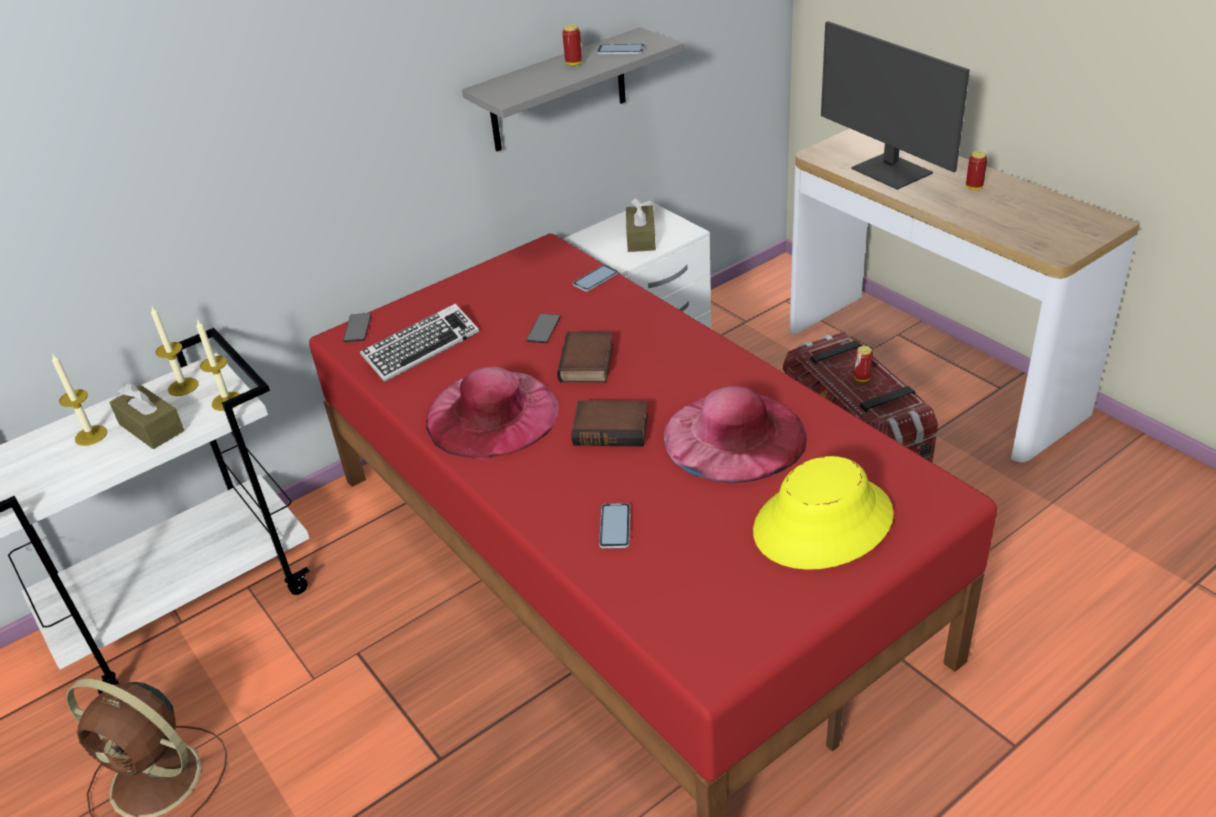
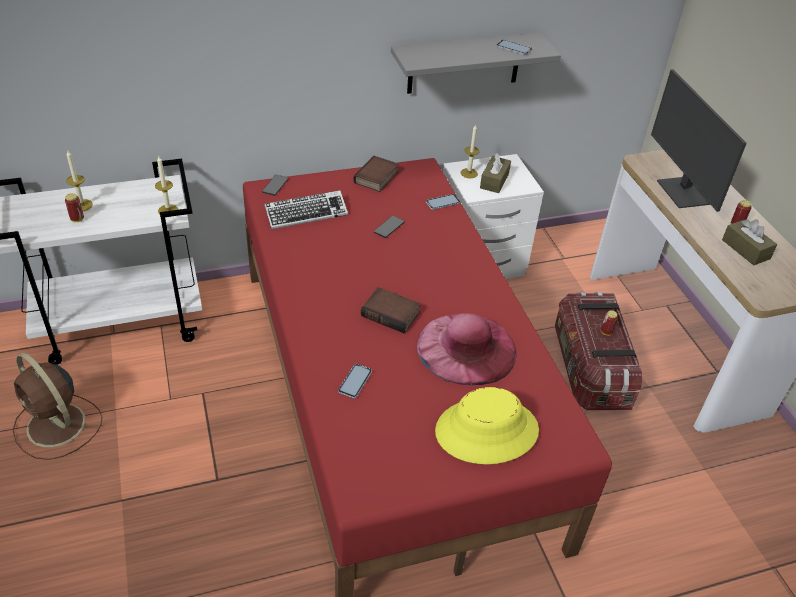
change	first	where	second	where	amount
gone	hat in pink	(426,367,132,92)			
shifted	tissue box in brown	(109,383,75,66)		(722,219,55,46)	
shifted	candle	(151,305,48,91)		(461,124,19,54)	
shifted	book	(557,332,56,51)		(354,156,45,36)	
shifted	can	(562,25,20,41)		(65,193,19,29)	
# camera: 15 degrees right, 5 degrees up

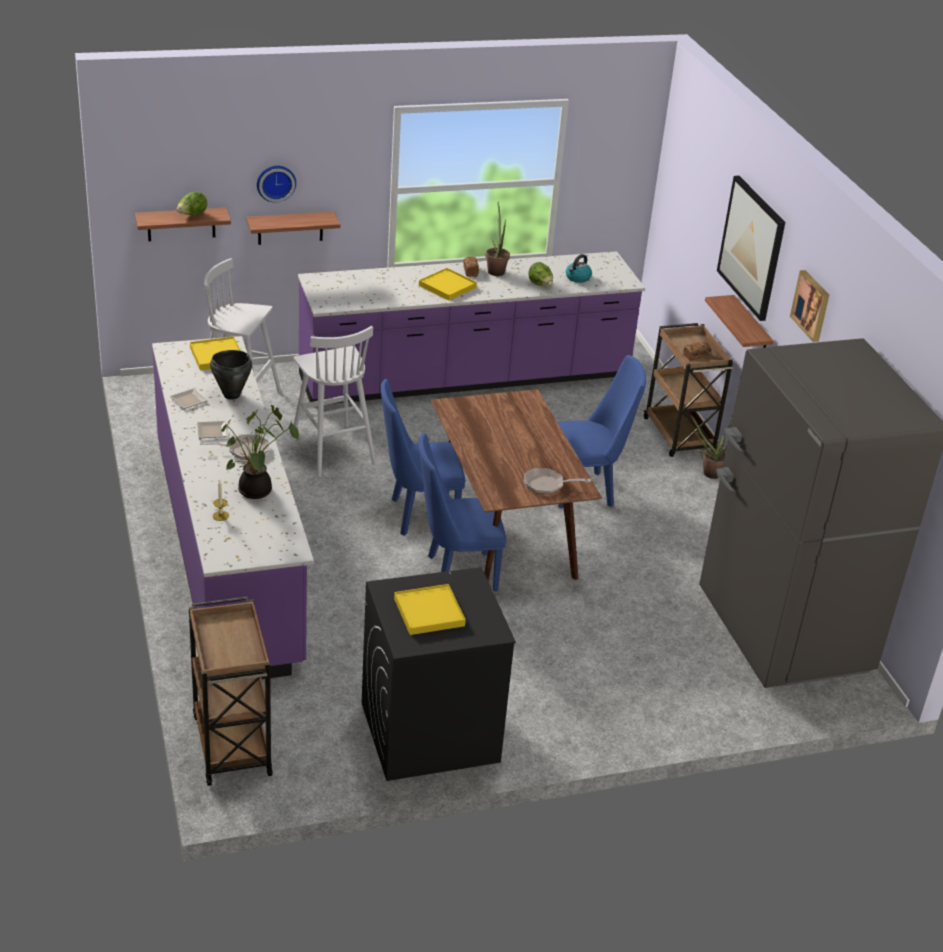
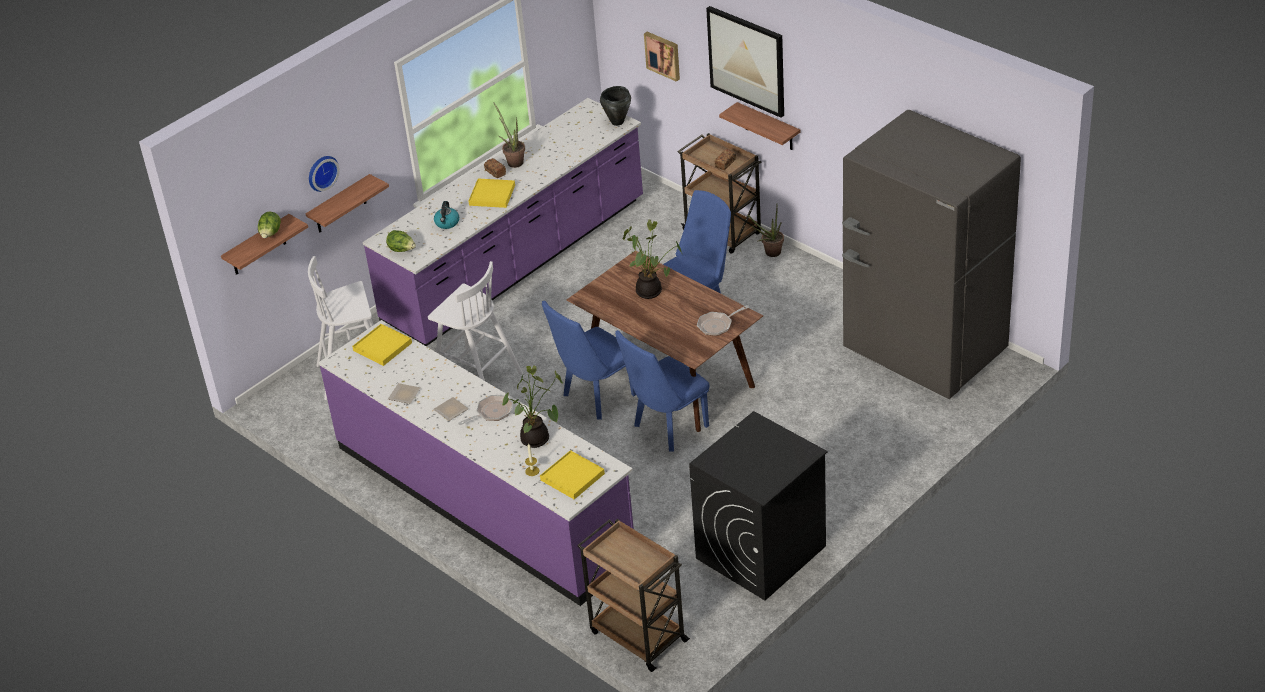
change	first	where	second	where	amount
new			potted plant	(622,220,61,79)	
shifted	cooking pot in black	(210,350,42,50)		(600,86,31,40)	
shifted	tray in yellow	(394,584,72,51)		(540,450,65,49)	
shifted	lettuce	(528,262,25,24)		(386,230,30,22)	
shifted	kettle	(566,254,26,29)		(434,201,25,28)	
shifted	picture	(790,270,39,72)		(644,32,36,50)	
# camera: 25 degrees left, 5 degrees up

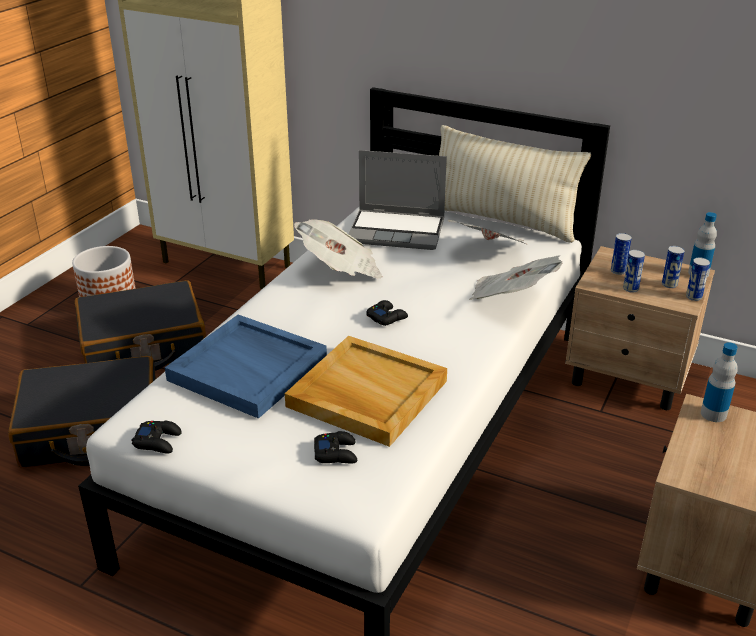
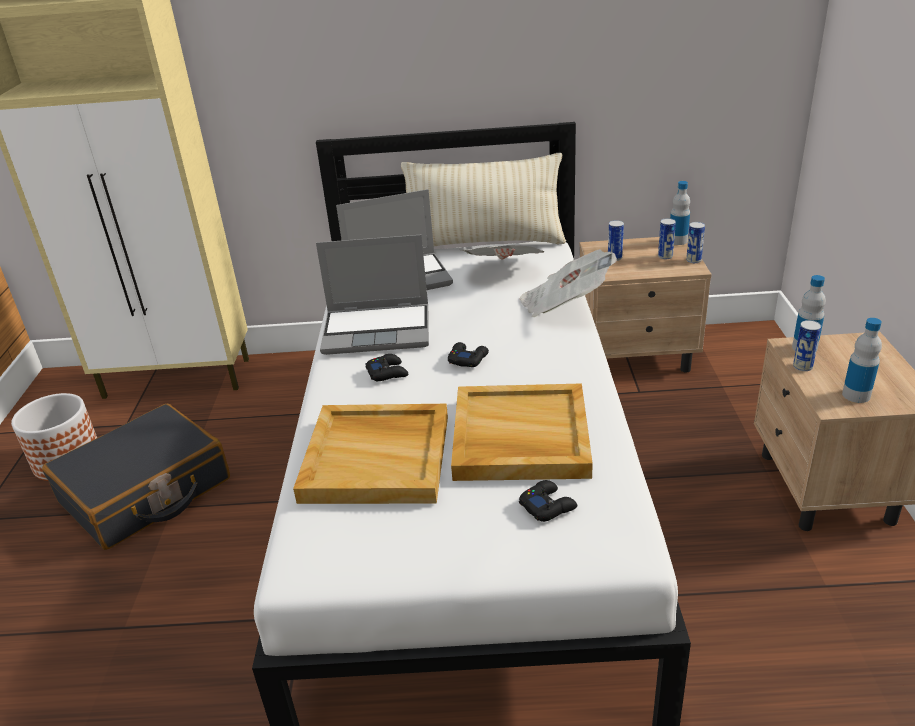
change	first	where	second	where	amount
gone	suitcase in black	(8,356,148,112)			
new			bottle	(842,318,40,85)	
shifted	game controller in black	(131,421,51,32)		(365,354,43,27)	
shifted	can	(623,250,22,43)		(793,320,28,51)	
swapped	newspaper	(294,219,88,59)	laptop	(316,235,113,120)	
repainted	tray in blue	(165,315,162,104)	tray in beige	(293,404,155,100)	
# camera: 25 degrees left, 0 degrees up

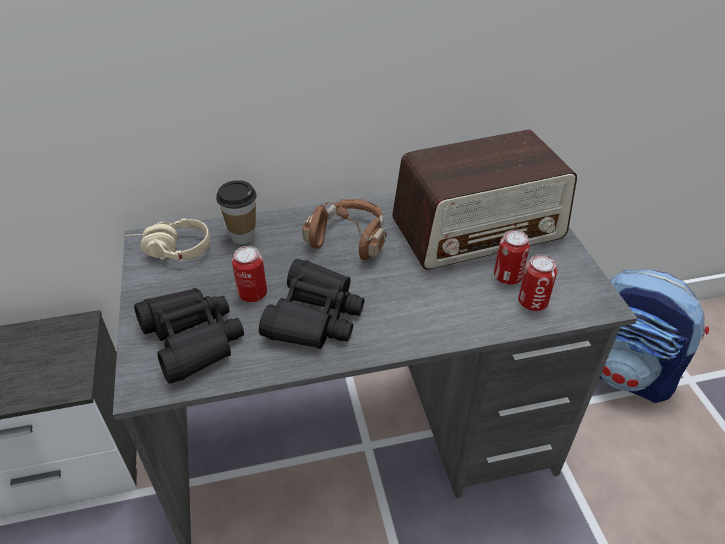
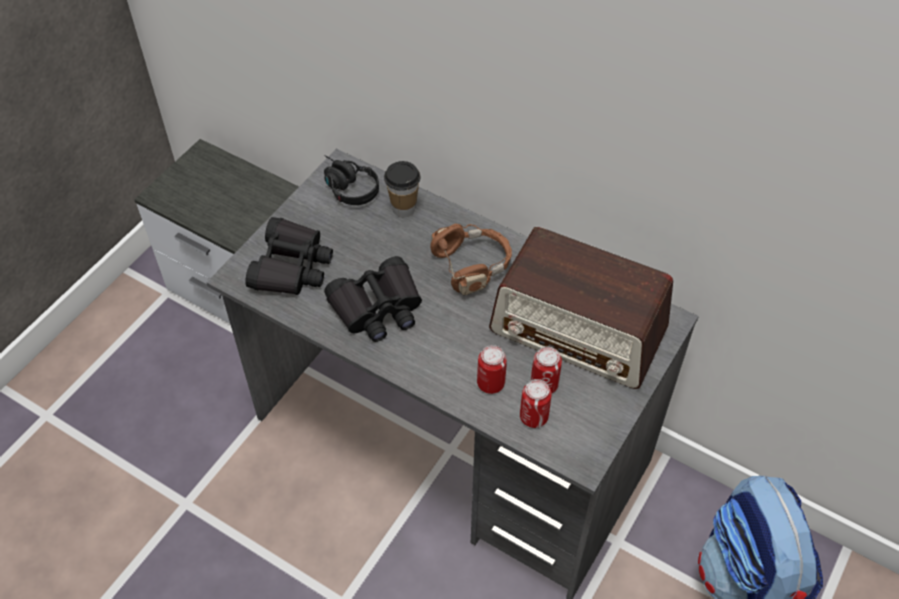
change	first	where	second	where	amount
shifted	can	(232,246,35,56)		(477,345,30,49)	
repainted	headphones in beige	(126,219,84,42)	headphones in black	(324,155,55,50)	
# camera: 45 degrees right, 10 degrees up

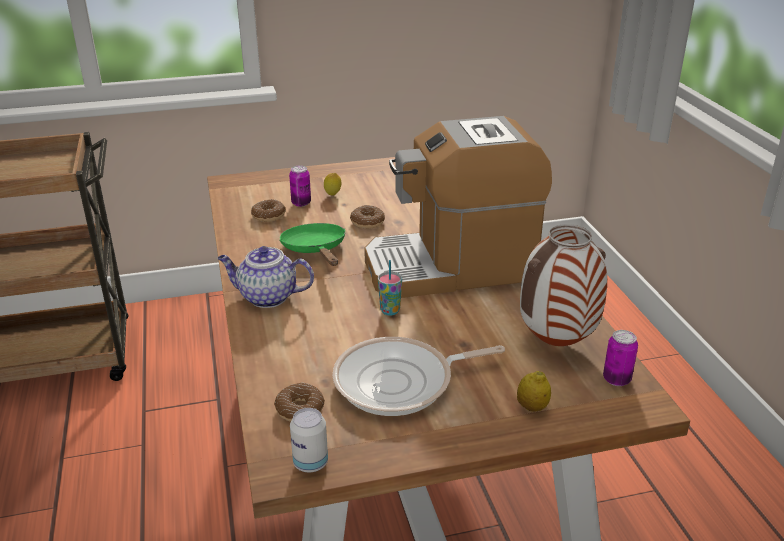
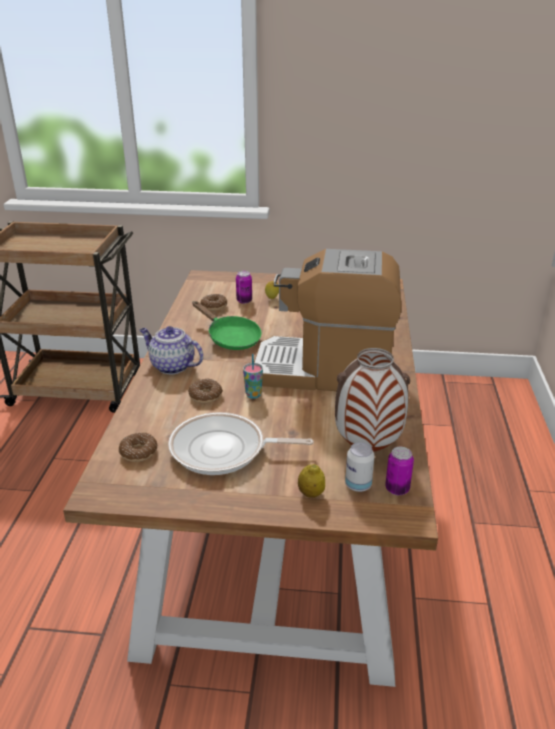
change	first	where	second	where	amount
shifted	can	(290,408,38,64)		(345,442,30,50)	
shifted	donut	(350,205,35,24)		(188,378,35,25)	
rotated	frying pan in green	(280,223,65,43)		(192,301,70,49)	135 degrees clockwise
# camera: 20 degrees right, 0 degrees up

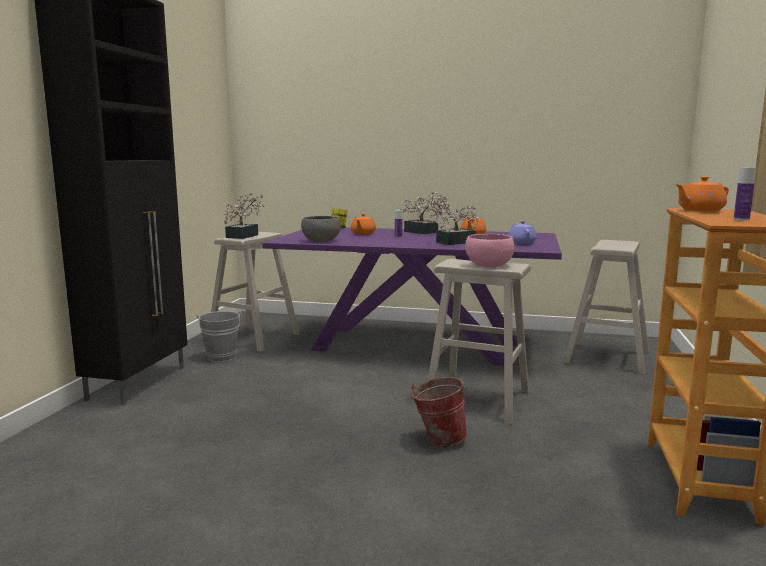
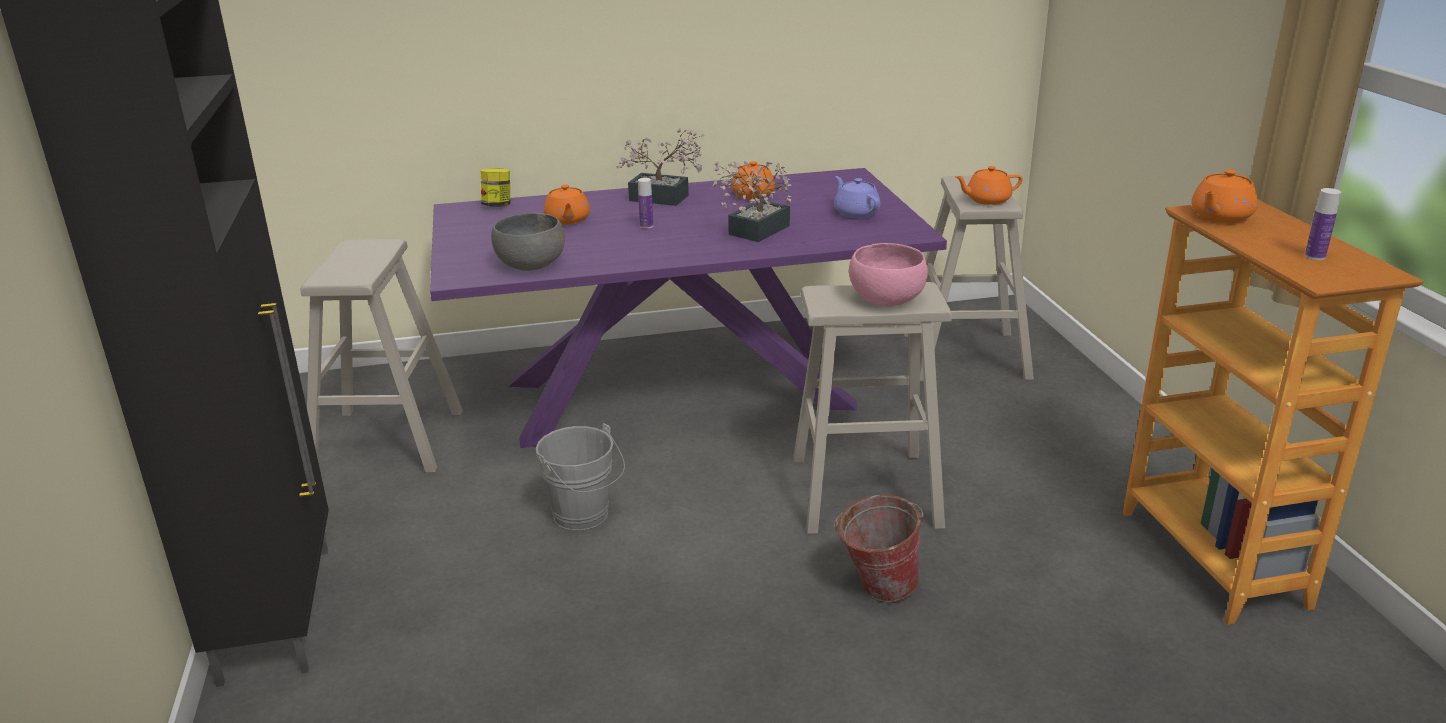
change	first	where	second	where	amount
gone	potted plant	(224,193,41,46)			
new			teapot in orange	(954,166,69,39)	
shifted	bucket in grey	(197,310,44,52)		(536,423,89,107)	
# camera: 25 degrees left, 15 degrees up

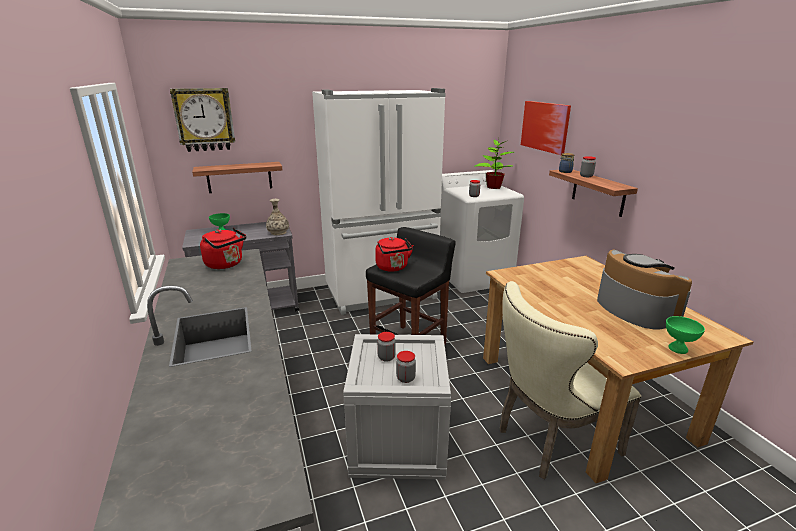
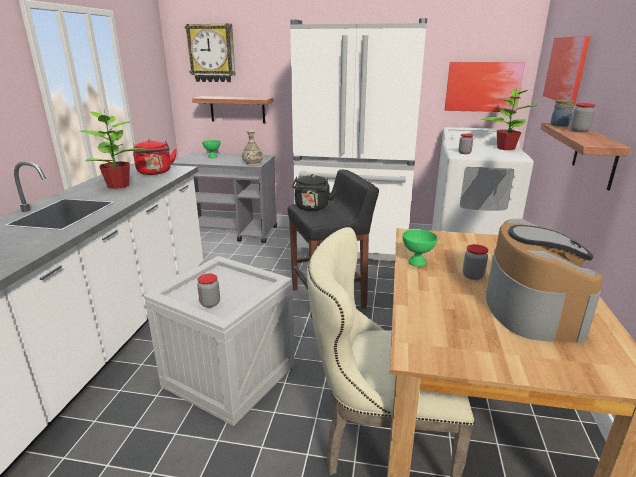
change	first	where	second	where	amount
new			potted plant	(80,111,69,78)	
new			picture	(445,62,80,50)	
shifted	jar	(377,332,18,30)		(463,244,25,36)	
shifted	bowl in green	(666,316,39,38)		(403,229,35,38)	
repainted	kettle in red	(375,237,39,35)	kettle in black	(292,174,45,37)	
# camera: 30 degrees right, 0 degrees up

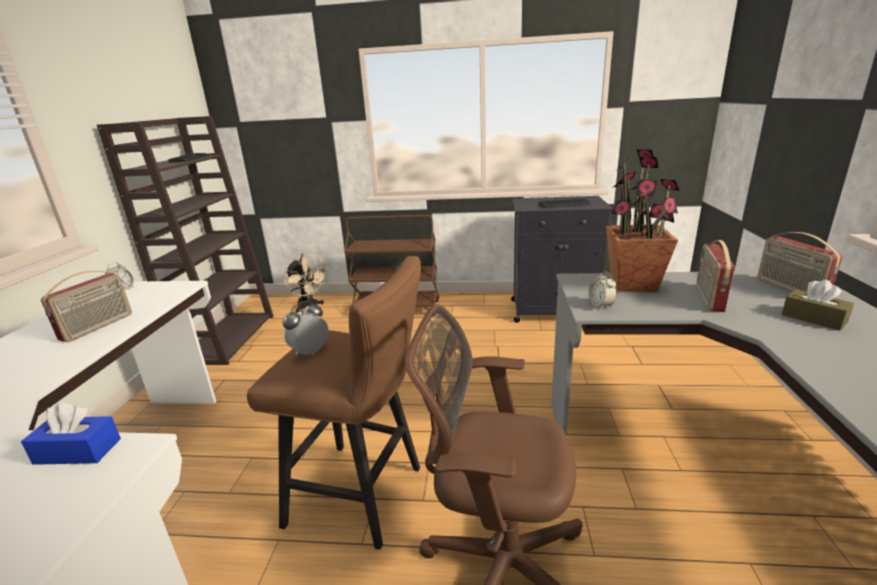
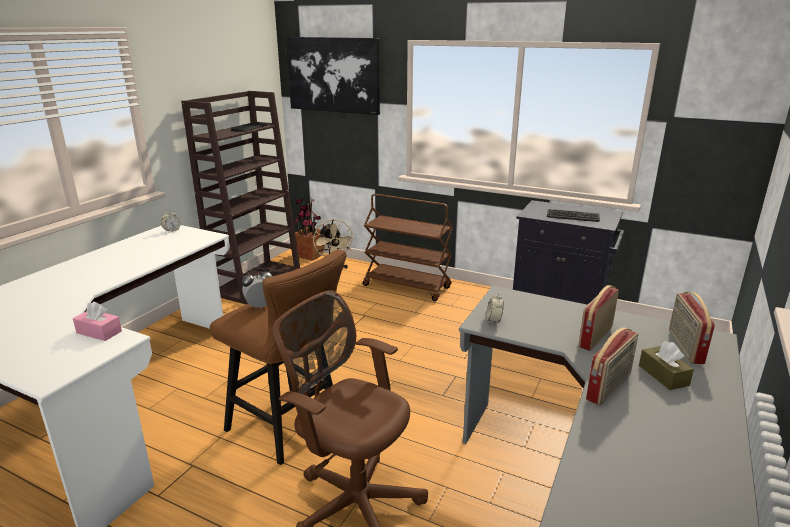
change	first	where	second	where	amount
new			picture	(286,37,94,78)	
shifted	radio	(41,271,91,71)		(586,327,52,78)	
shifted	potted plant	(606,149,74,143)		(294,196,31,65)	
repainted	tissue box in blue	(21,403,100,62)	tissue box in pink	(73,302,49,39)	
# camera: 20 degrees right, 0 degrees up

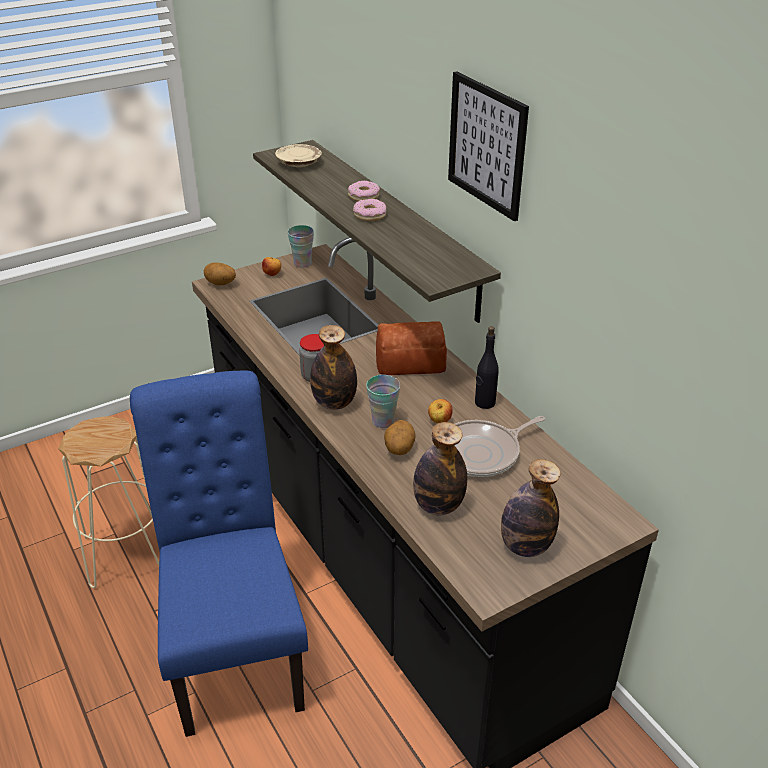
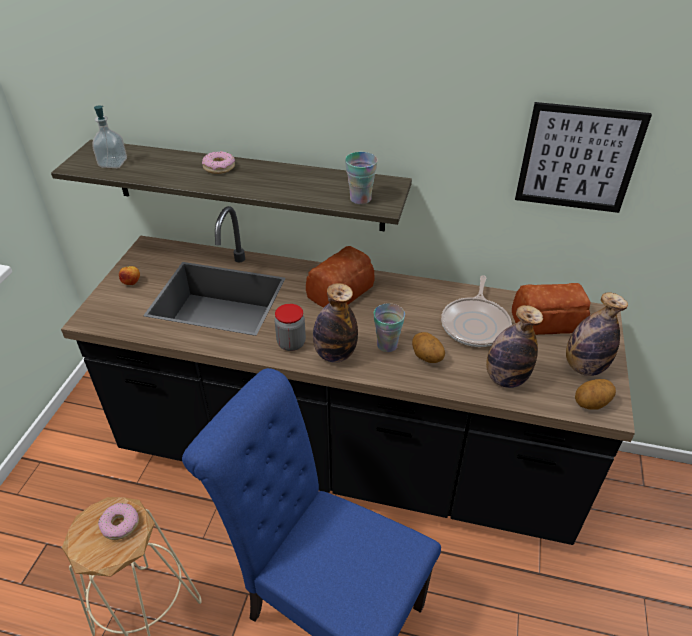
change	first	where	second	where	amount
gone	apple	(428,399,25,24)			
gone	bottle in black	(475,326,24,83)			
new			bread	(512,283,79,52)	
shifted	potato	(204,262,32,23)		(575,379,41,31)	
shifted	cup	(288,225,26,43)		(345,152,33,52)	
shifted	donut	(353,199,33,22)		(98,503,41,37)	
shifted	picture	(448,71,81,150)		(515,102,137,111)	
swapped	plate in beige	(275,144,47,23)	soap dispenser	(92,106,35,62)	
# camera: 45 degrees left, 5 degrees up

